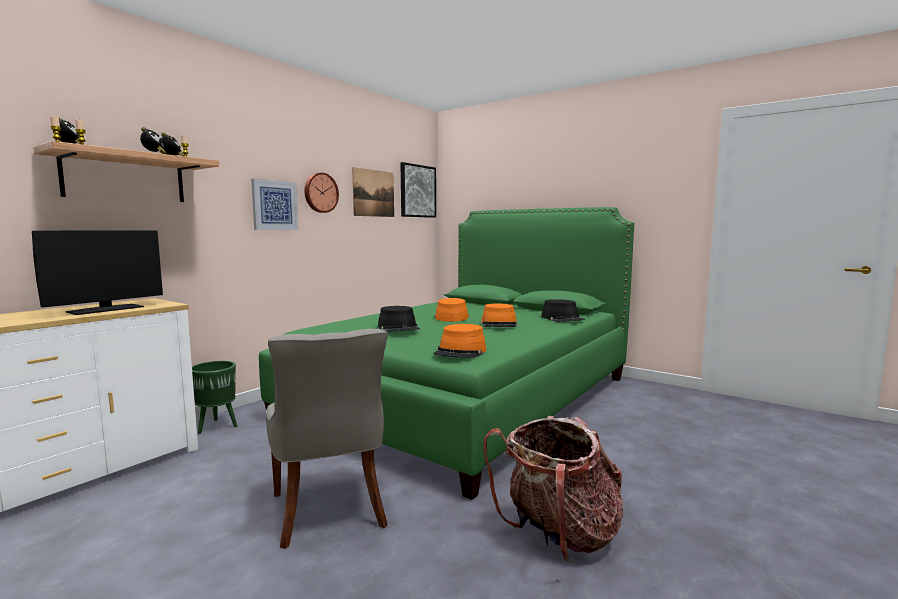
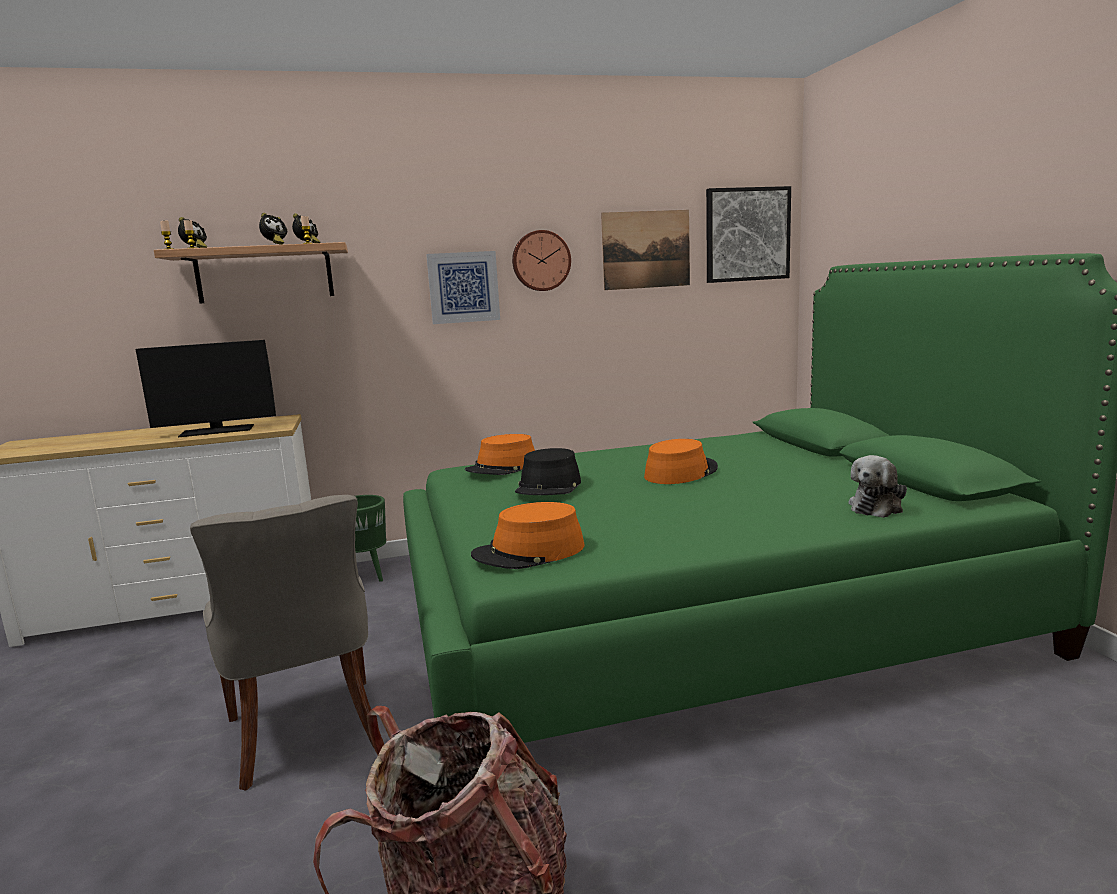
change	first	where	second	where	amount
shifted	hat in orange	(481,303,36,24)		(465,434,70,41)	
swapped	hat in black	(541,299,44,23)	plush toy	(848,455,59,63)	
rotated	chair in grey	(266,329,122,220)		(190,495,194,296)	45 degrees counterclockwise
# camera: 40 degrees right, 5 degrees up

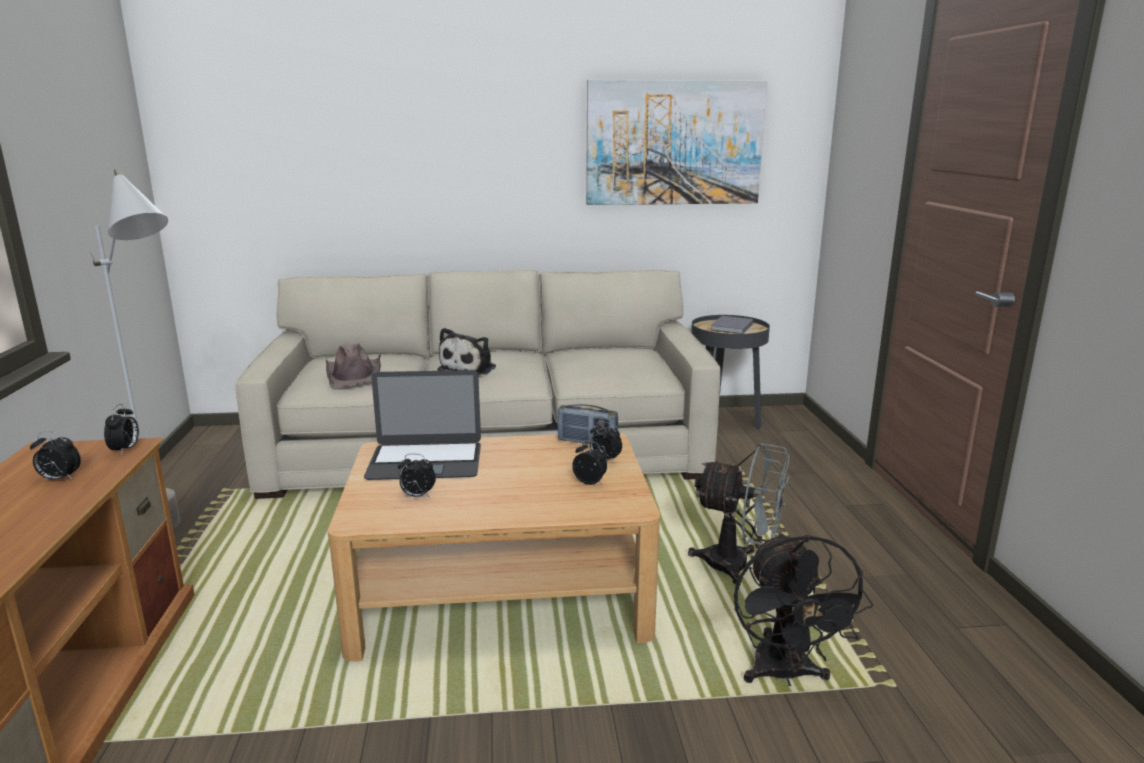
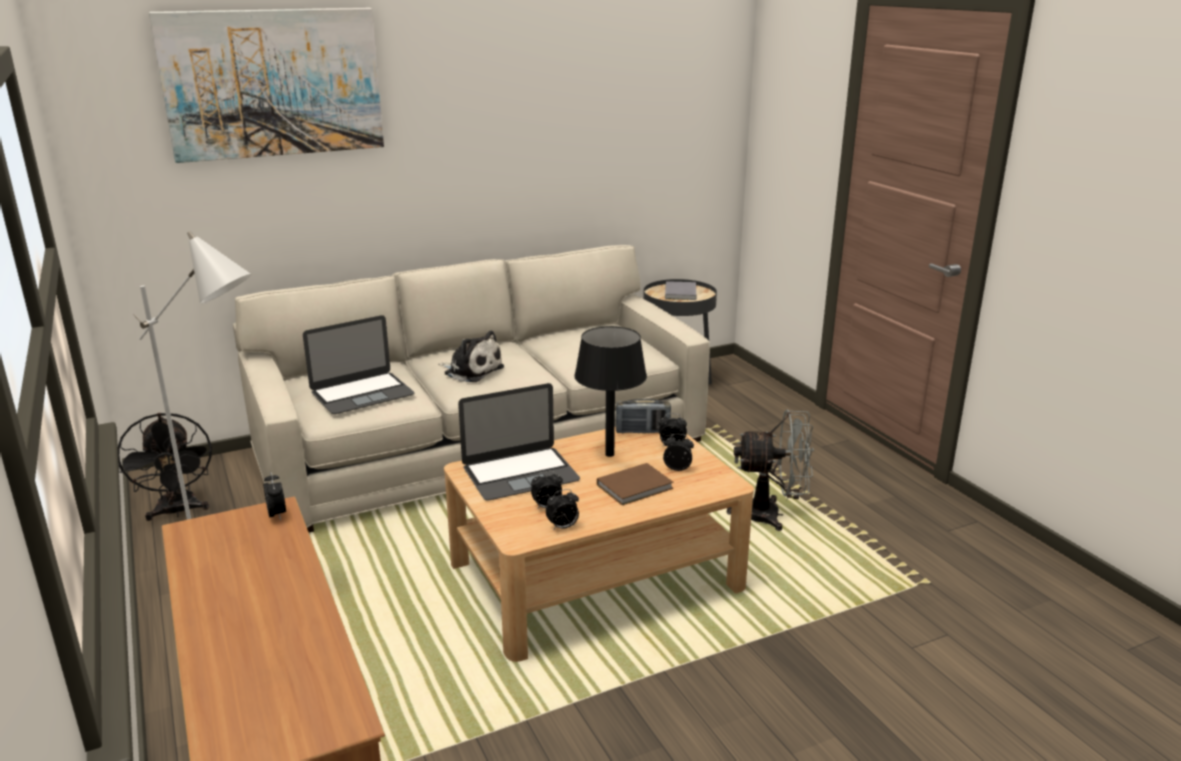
change	first	where	second	where	amount
new			table lamp in black	(574,326,73,131)	
new			book in brown	(597,463,76,42)	
shifted	alarm clock	(30,431,51,49)		(546,489,33,41)	
shifted	picture	(586,79,181,126)		(149,8,235,155)	
shifted	fan in black	(734,533,139,153)		(118,413,94,108)	
swapped	hat in brown	(326,344,55,43)	laptop	(303,315,112,99)	
rotated	plush toy	(437,328,59,47)		(438,331,66,51)	60 degrees counterclockwise
# camera: 20 degrees left, 5 degrees up

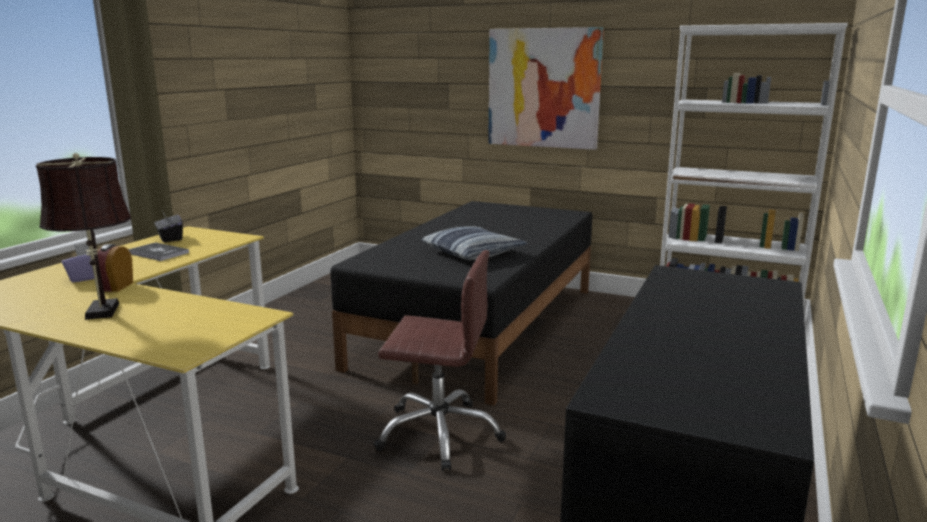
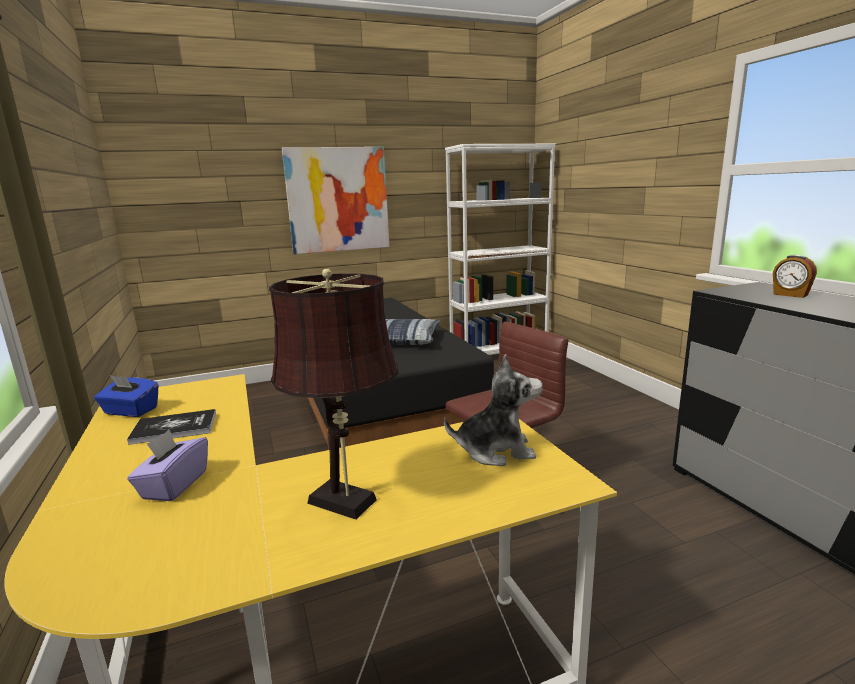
change	first	where	second	where	amount
new			plush toy	(444,354,99,112)	
shifted	alarm clock	(97,244,36,48)		(773,255,44,43)	
repainted	tissue box in black	(154,210,29,32)	tissue box in blue	(94,375,64,42)	
# camera: 45 degrees left, 0 degrees up

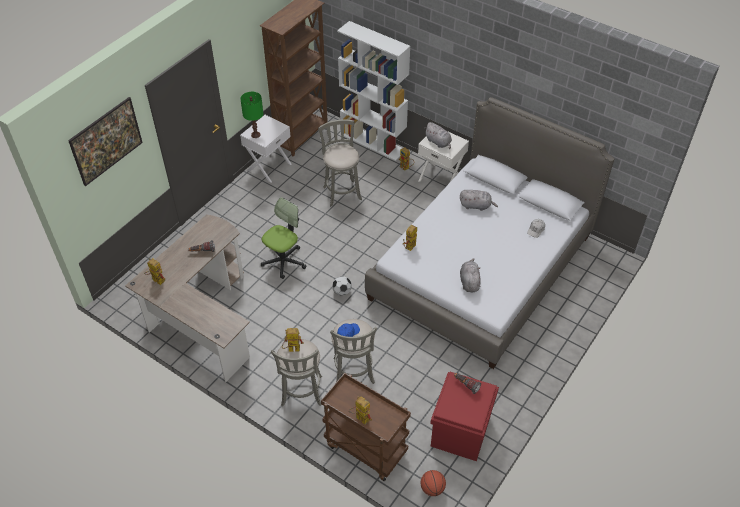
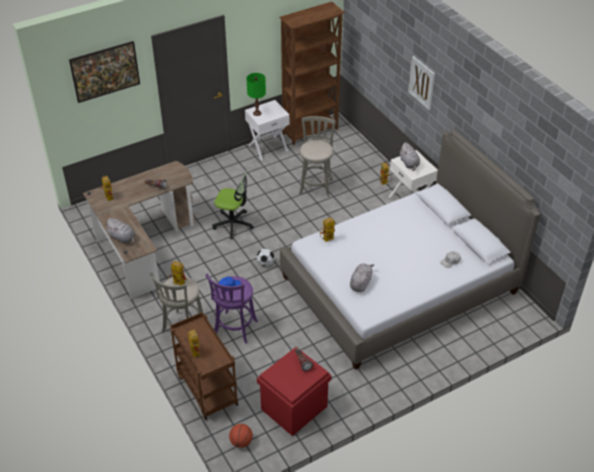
change	first	where	second	where	amount
gone	bookcase in white	(337,21,73,140)			
new			picture	(408,56,27,54)	
shifted	plush toy in grey	(460,190,38,21)		(105,218,30,26)	
repainted	stool in grey	(330,319,47,65)	stool in purple	(206,273,52,70)	
rotated	office chair	(261,197,46,82)		(212,171,42,68)	45 degrees clockwise
# camera: 25 degrees right, 5 degrees down

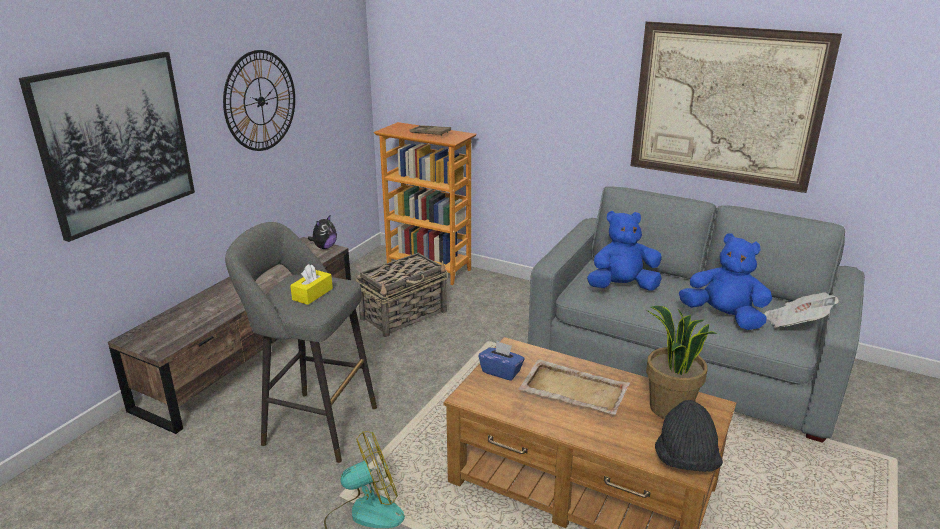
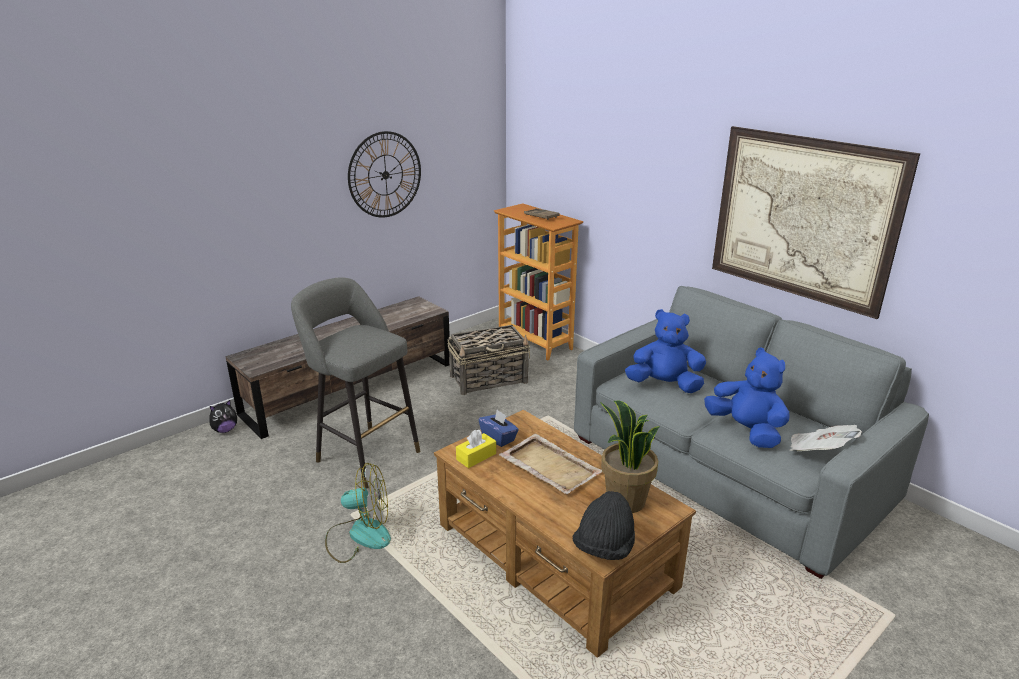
change	first	where	second	where	amount
gone	picture	(19,52,176,190)			
shifted	tissue box in yellow	(290,264,43,41)		(456,429,40,39)	
shifted	plush toy	(308,215,29,34)		(209,400,28,33)	
# camera: 20 degrees right, 0 degrees up

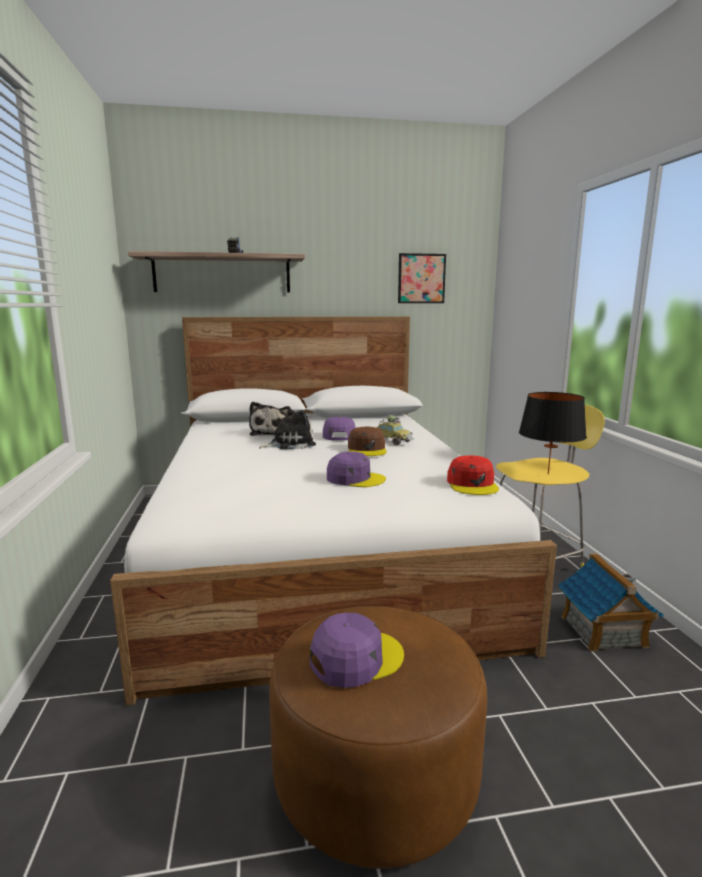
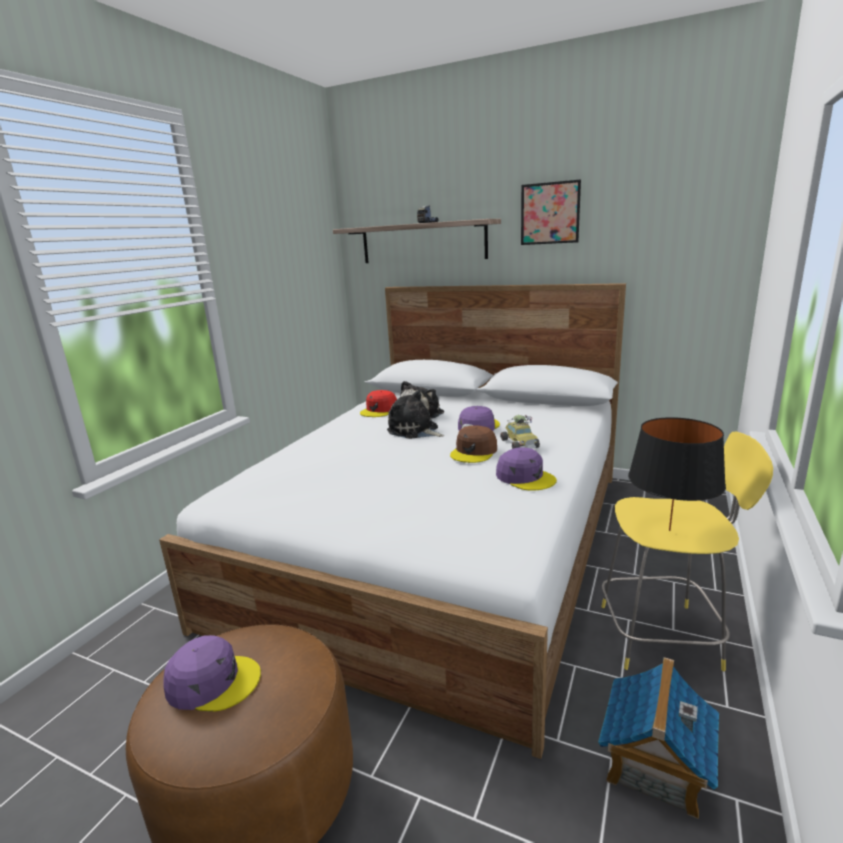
change	first	where	second	where	amount
shifted	cap in purple	(327,451,59,36)		(496,447,61,44)	
shifted	picture	(398,253,48,50)		(521,179,60,66)	
shifted	cap in red	(447,455,52,40)		(360,390,37,27)	
rotated	plush toy	(259,409,57,40)		(387,390,57,49)	150 degrees counterclockwise
# camera: 35 degrees right, 5 degrees up

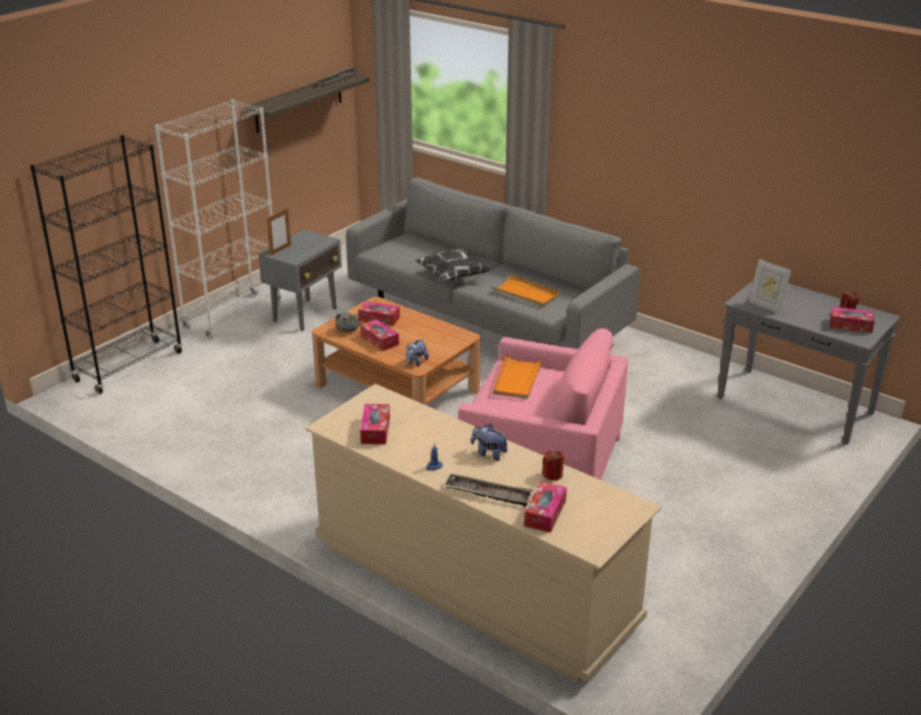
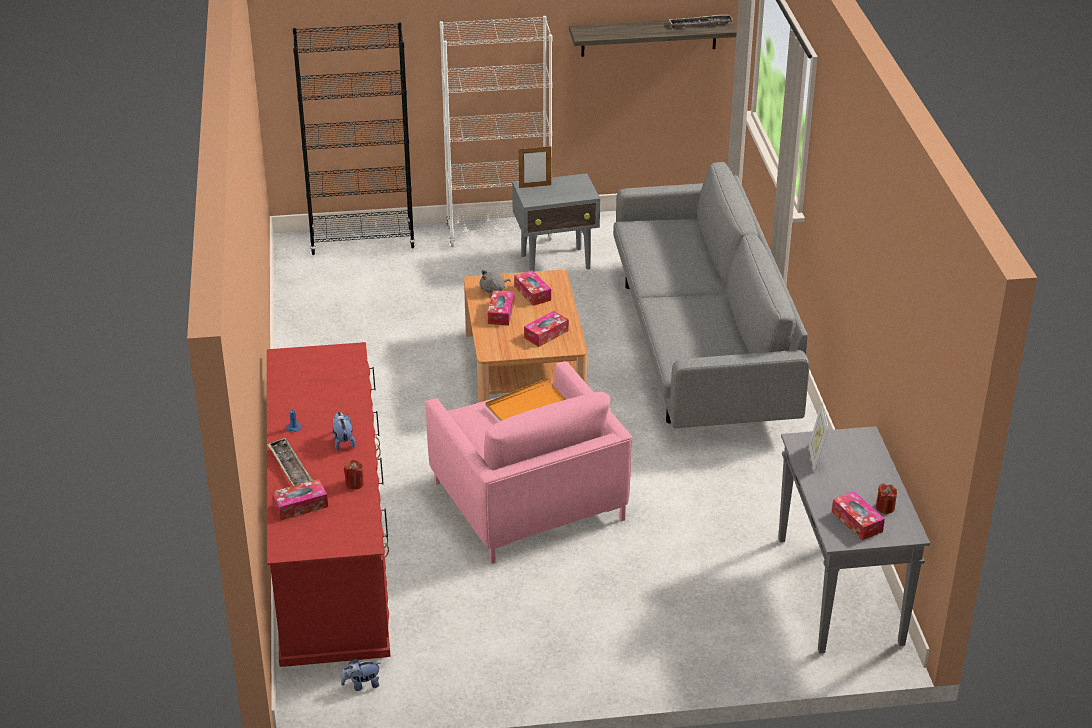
change	first	where	second	where	amount
gone	pillow	(415,247,76,35)			
gone	tray in orange	(491,274,69,33)			
shifted	tissue box	(360,404,30,40)		(524,311,45,36)	
shifted	plush toy	(406,339,23,28)		(341,658,39,33)	
repainted	dresser in beige	(305,384,357,299)	dresser in red	(267,342,123,325)	
# camera: 45 degrees right, 5 degrees up

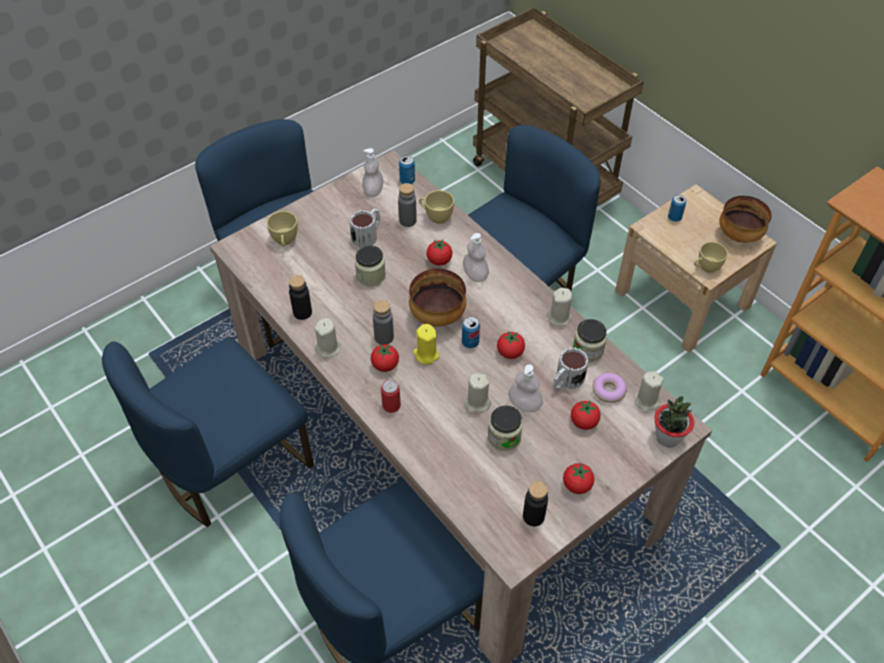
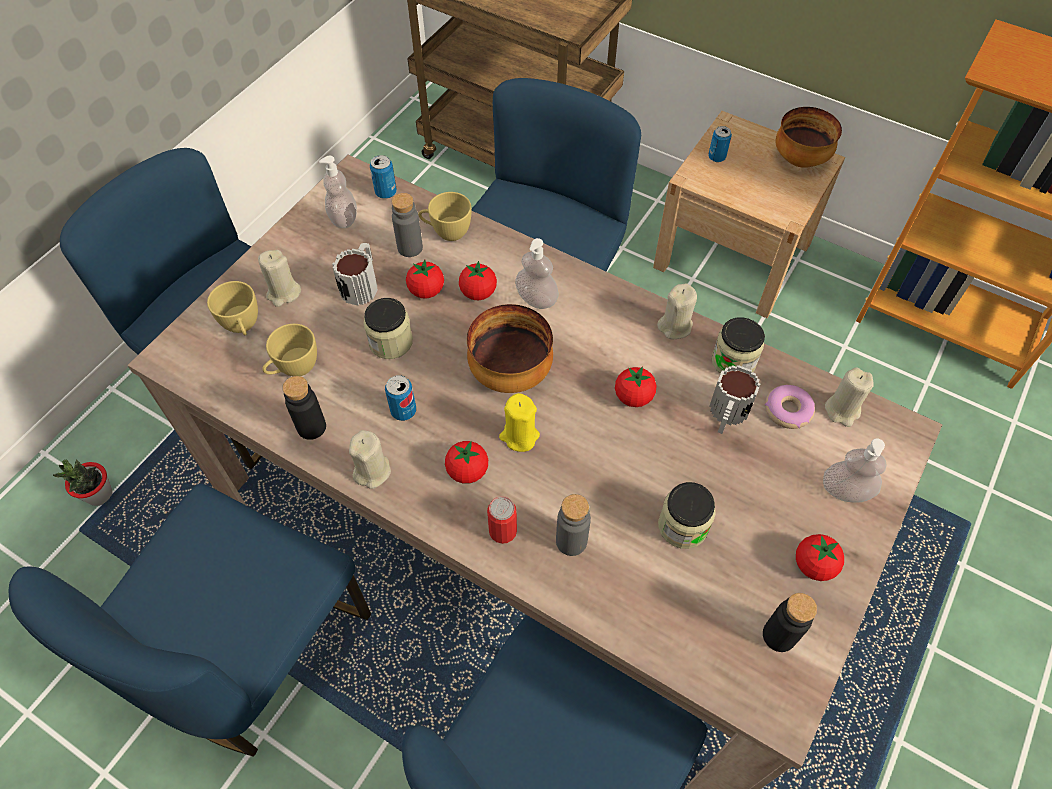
change	first	where	second	where	amount
shifted	bottle in grey	(373,300,21,45)		(556,494,35,62)	
shifted	can	(462,317,18,31)		(385,375,31,46)	
shifted	candle in beige	(464,373,27,40)		(258,250,43,57)	
shifted	soap dispenser	(508,365,35,48)		(823,438,64,65)	
shifted	tomato	(571,401,30,29)		(406,259,38,40)	
shifted	potted plant	(654,396,40,51)		(53,460,59,46)	
shifted	cup in yellow	(694,242,34,31)		(262,324,55,52)	
# camera: 20 degrees left, 5 degrees up

